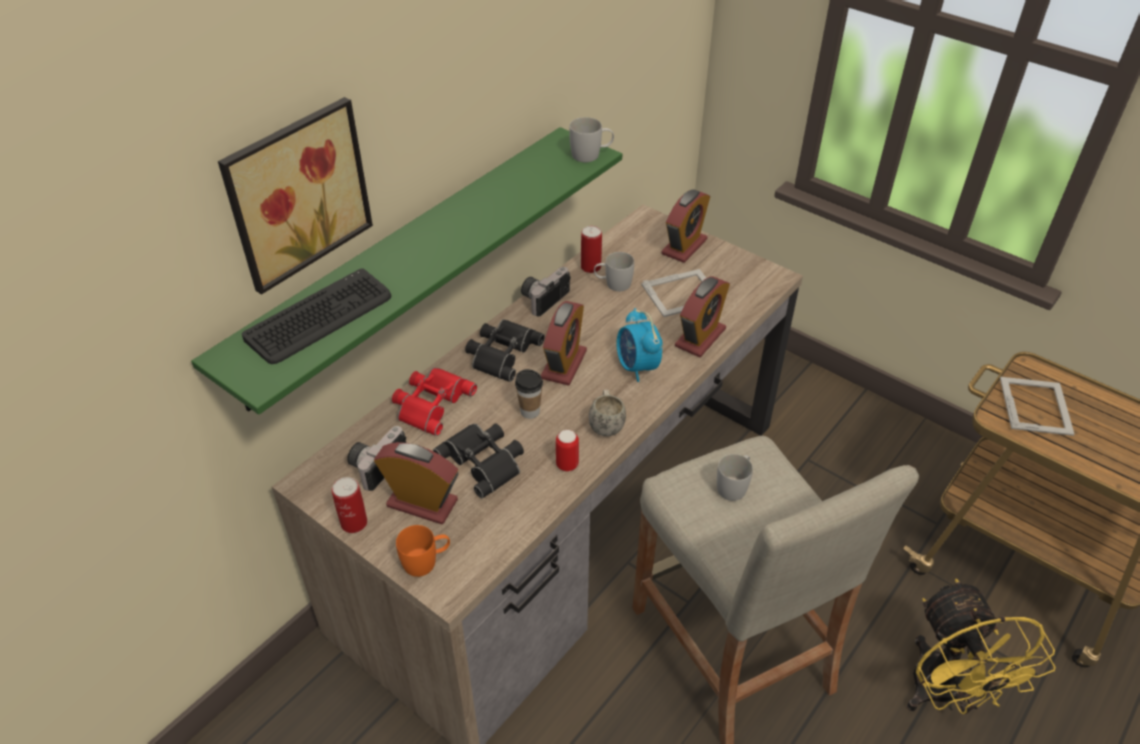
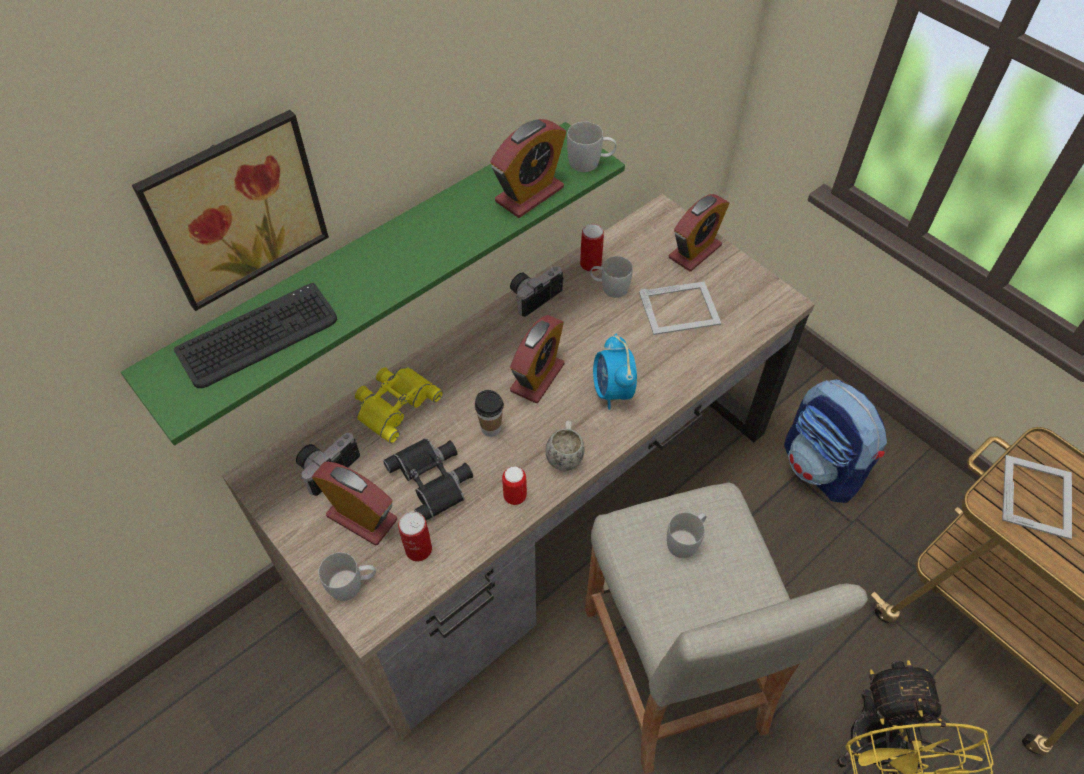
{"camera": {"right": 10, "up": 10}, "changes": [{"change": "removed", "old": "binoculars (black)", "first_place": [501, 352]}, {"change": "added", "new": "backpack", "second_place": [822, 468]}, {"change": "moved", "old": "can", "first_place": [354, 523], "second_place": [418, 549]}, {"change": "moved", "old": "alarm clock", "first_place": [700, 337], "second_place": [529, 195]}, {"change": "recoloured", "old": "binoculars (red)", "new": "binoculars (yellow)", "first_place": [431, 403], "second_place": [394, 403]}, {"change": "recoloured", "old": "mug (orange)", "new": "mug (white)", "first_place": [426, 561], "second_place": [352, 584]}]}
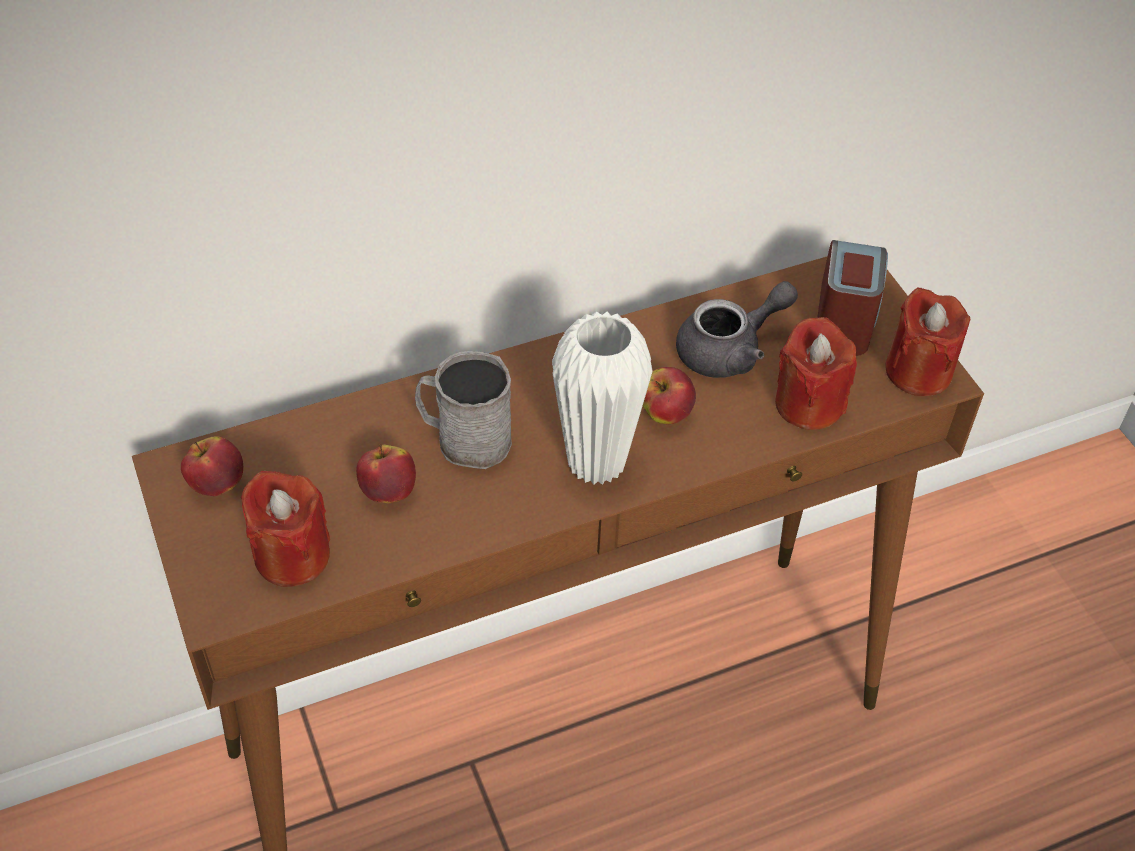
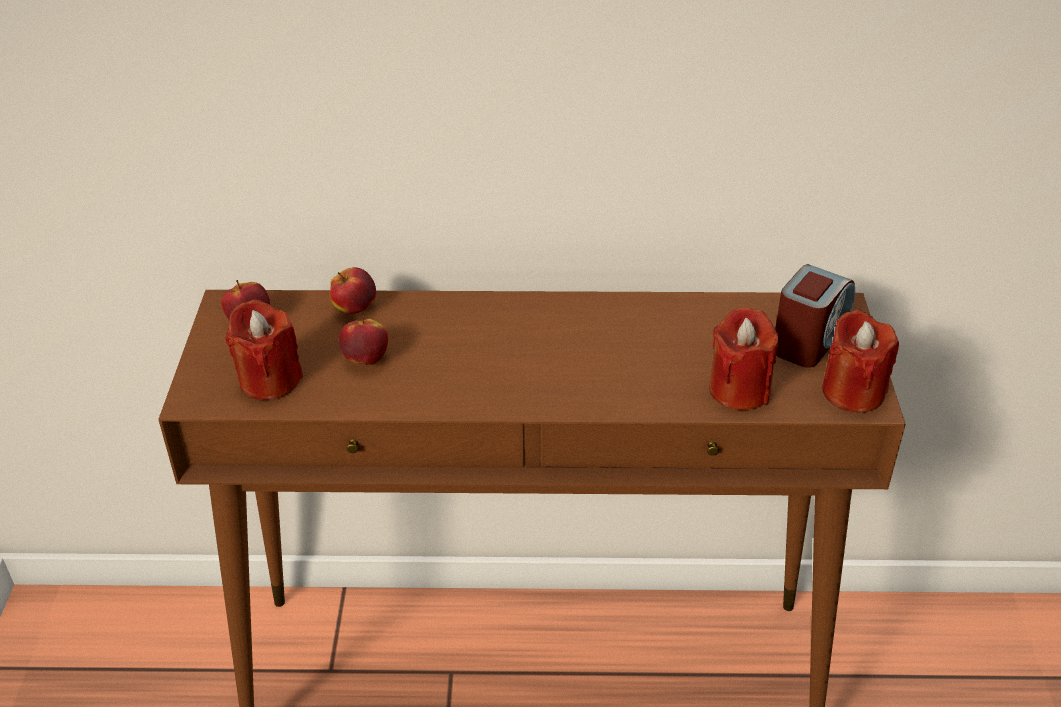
{"camera": {"right": 25, "up": -10}, "changes": [{"change": "removed", "old": "mug (grey)", "first_place": [464, 439]}, {"change": "removed", "old": "vase (white)", "first_place": [596, 462]}, {"change": "removed", "old": "teapot (grey)", "first_place": [730, 350]}, {"change": "moved", "old": "apple", "first_place": [666, 413], "second_place": [354, 308]}]}
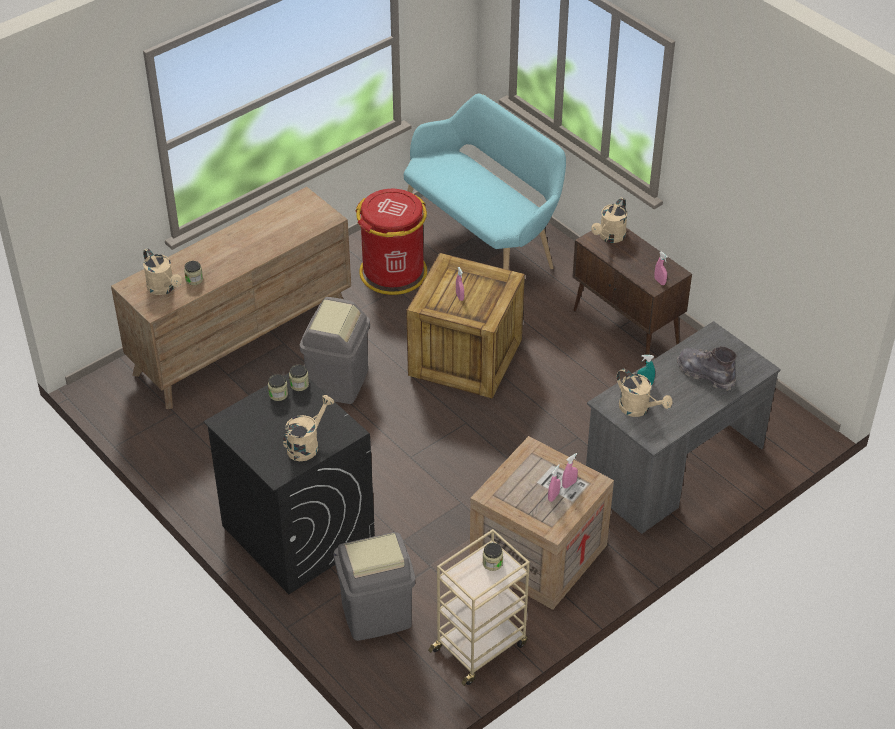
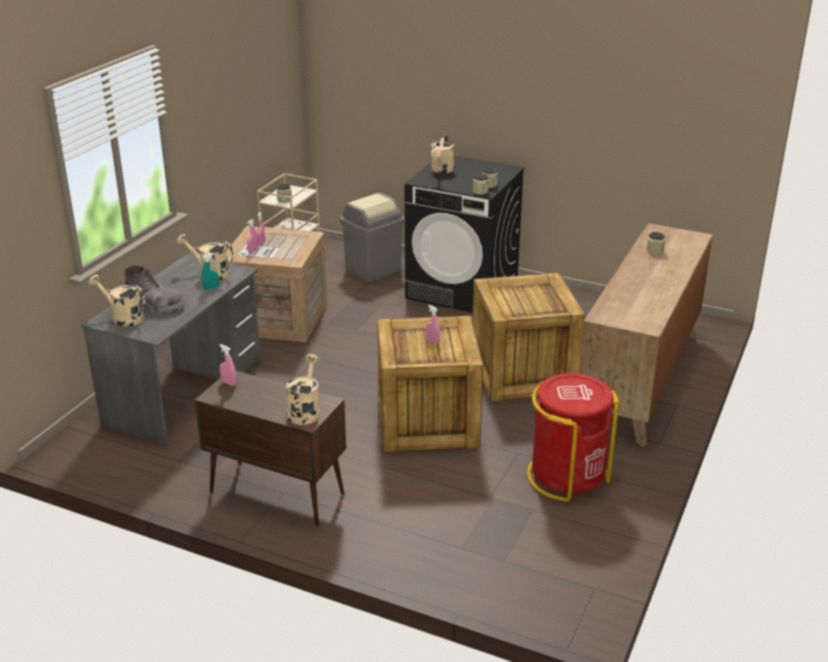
{"camera": {"right": 155, "up": -15}, "changes": [{"change": "removed", "old": "bench (turquoise)", "first_place": [483, 243]}, {"change": "moved", "old": "watering can (beige)", "first_place": [164, 288], "second_place": [123, 318]}, {"change": "replaced", "old": "trash can (grey)", "new": "crate", "first_place": [337, 382], "second_place": [525, 374]}]}
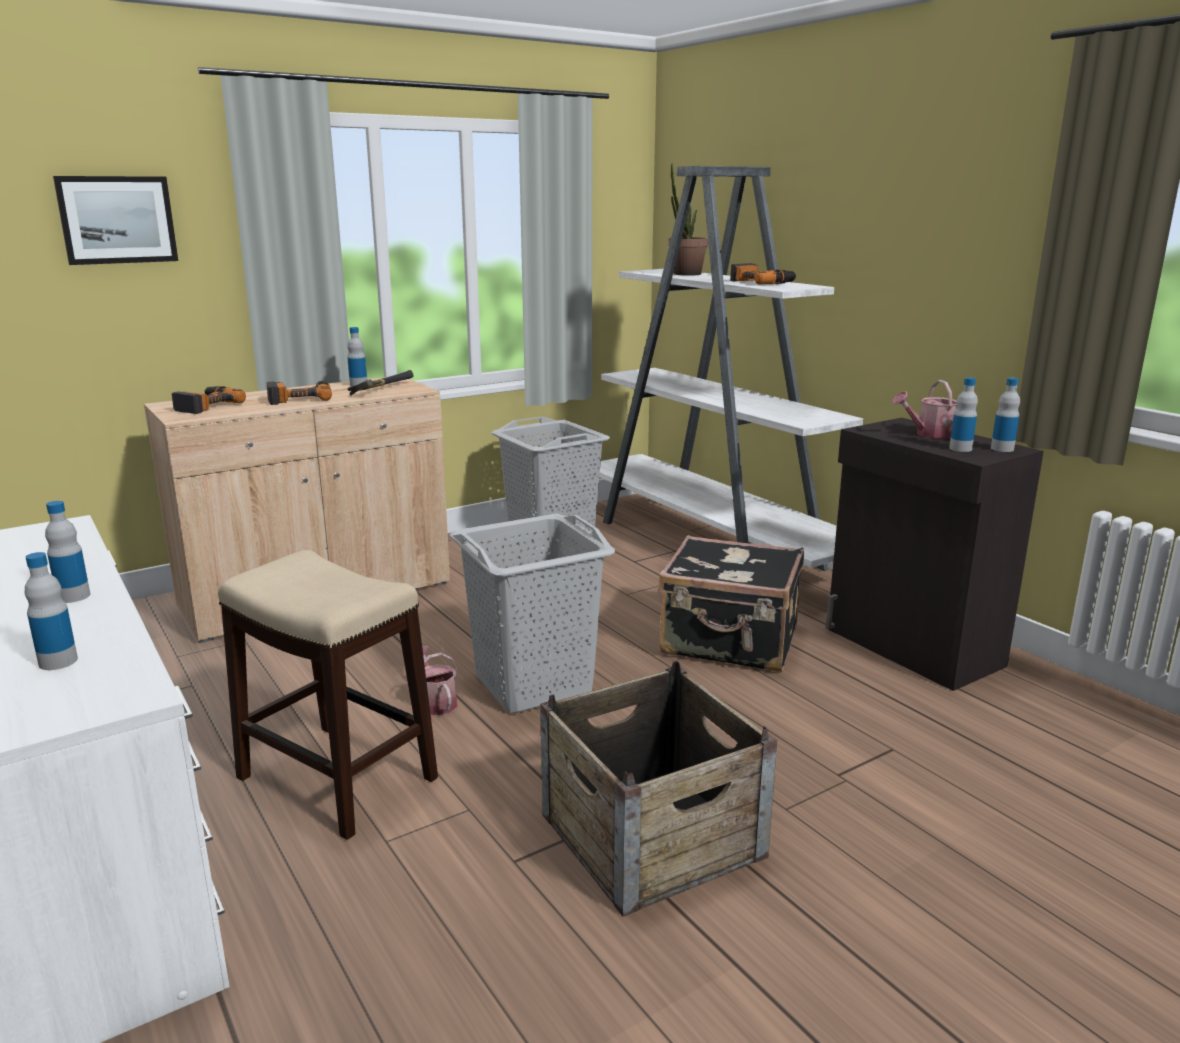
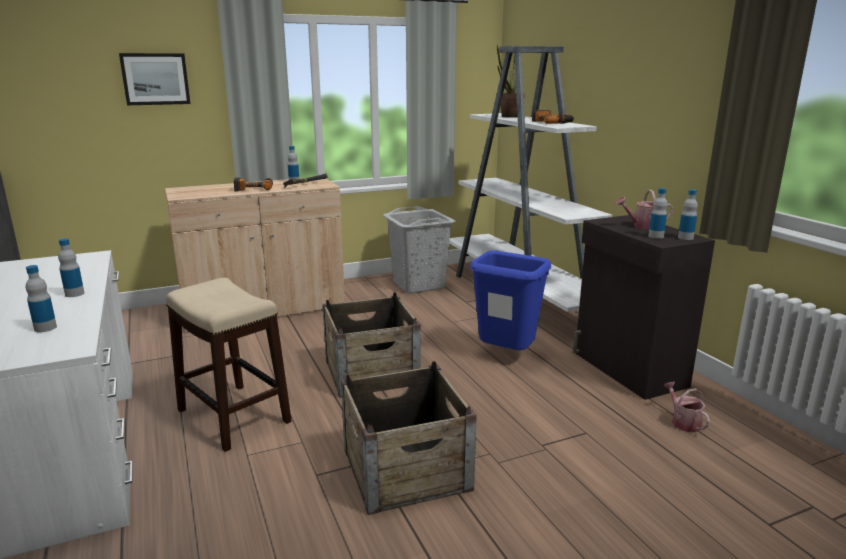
{"camera": {"right": 10, "up": 0}, "changes": [{"change": "removed", "old": "power drill", "first_place": [205, 406]}, {"change": "moved", "old": "watering can", "first_place": [436, 702], "second_place": [683, 422]}, {"change": "replaced", "old": "laundry basket (grey)", "new": "crate", "first_place": [535, 684], "second_place": [372, 372]}, {"change": "replaced", "old": "suitcase (black)", "new": "trash can (blue)", "first_place": [730, 642], "second_place": [506, 357]}]}
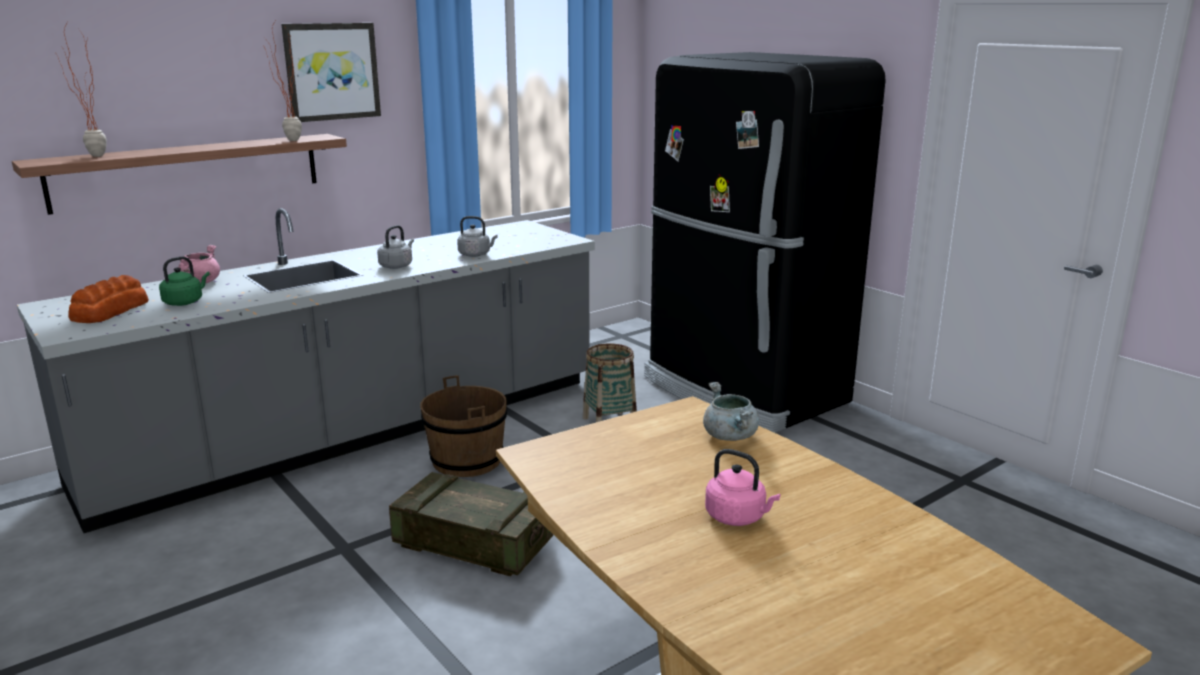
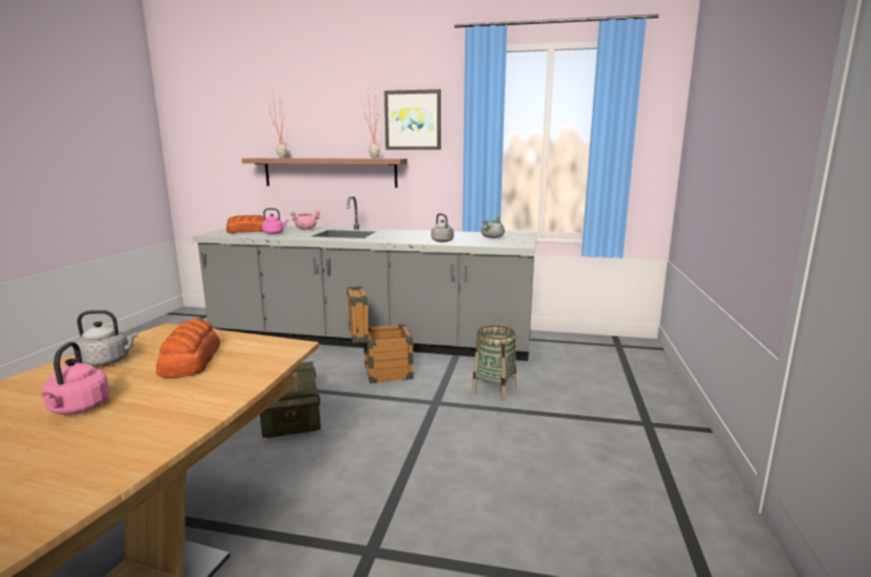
{"camera": {"right": 50, "up": -5}, "changes": [{"change": "removed", "old": "fridge (black)", "first_place": [743, 391]}, {"change": "added", "new": "bread", "second_place": [190, 360]}, {"change": "moved", "old": "kettle (grey)", "first_place": [397, 266], "second_place": [108, 361]}, {"change": "moved", "old": "cooking pot (grey)", "first_place": [730, 437], "second_place": [492, 238]}, {"change": "replaced", "old": "bucket (brown)", "new": "crate", "first_place": [466, 460], "second_place": [380, 373]}, {"change": "recoloured", "old": "kettle (green)", "new": "kettle (pink)", "first_place": [185, 302], "second_place": [274, 233]}]}
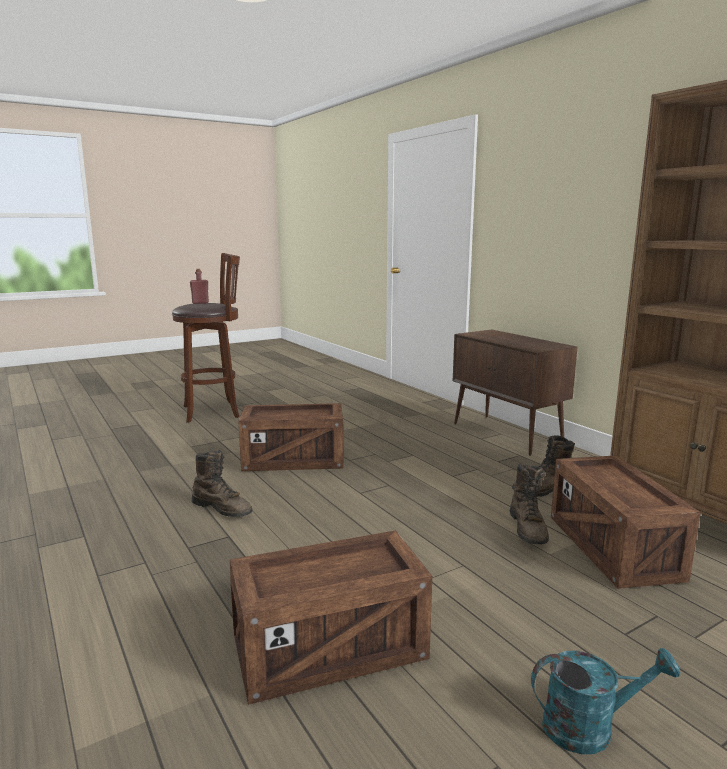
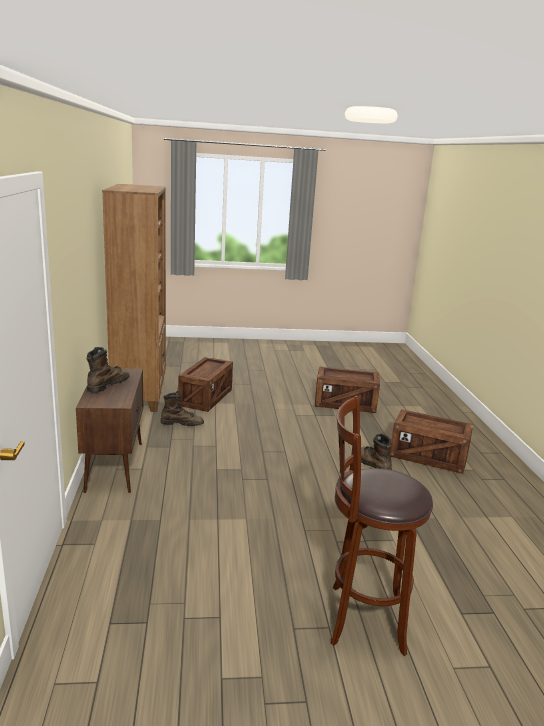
{"camera": {"right": -155, "up": 5}, "changes": [{"change": "removed", "old": "bottle (red)", "first_place": [200, 303]}, {"change": "removed", "old": "watering can (turquoise)", "first_place": [589, 727]}, {"change": "moved", "old": "crate", "first_place": [293, 460], "second_place": [427, 457]}, {"change": "moved", "old": "boot (brown)", "first_place": [528, 529], "second_place": [107, 385]}]}
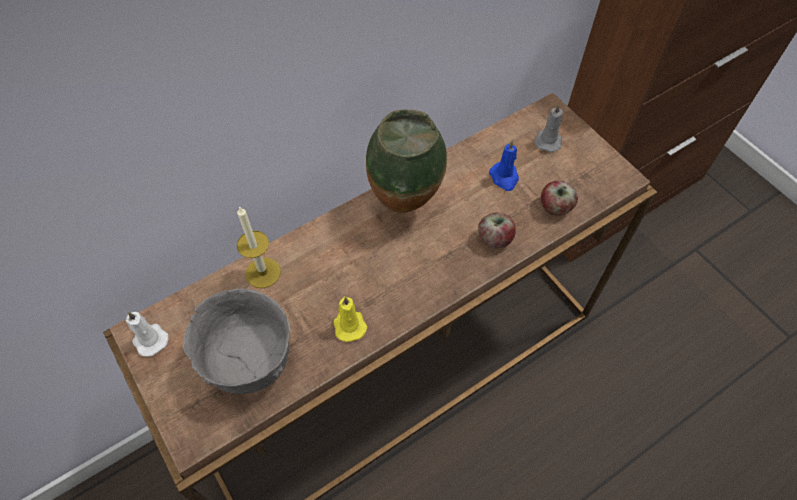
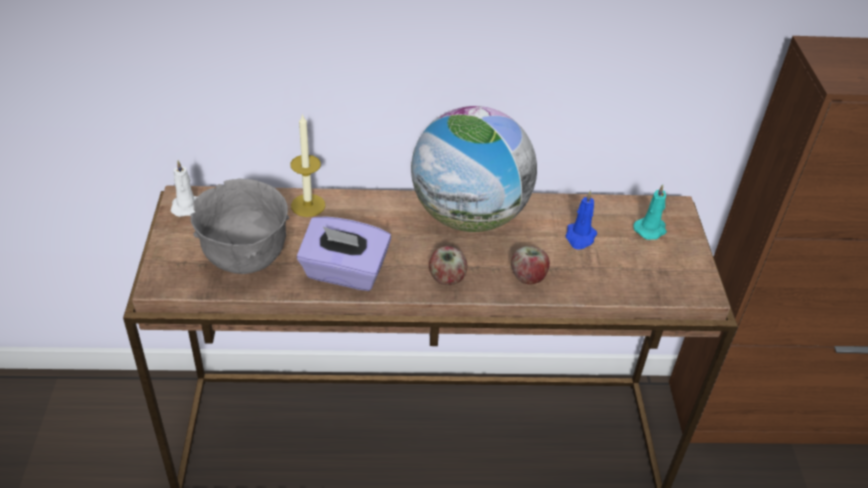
{"camera": {"right": 30, "up": -15}, "changes": [{"change": "moved", "old": "apple", "first_place": [555, 208], "second_place": [446, 278]}, {"change": "replaced", "old": "candle (yellow)", "new": "tissue box (purple)", "first_place": [349, 324], "second_place": [344, 273]}, {"change": "replaced", "old": "vase", "new": "globe", "first_place": [406, 205], "second_place": [469, 216]}, {"change": "recoloured", "old": "candle (grey)", "new": "candle (turquoise)", "first_place": [548, 140], "second_place": [650, 229]}]}
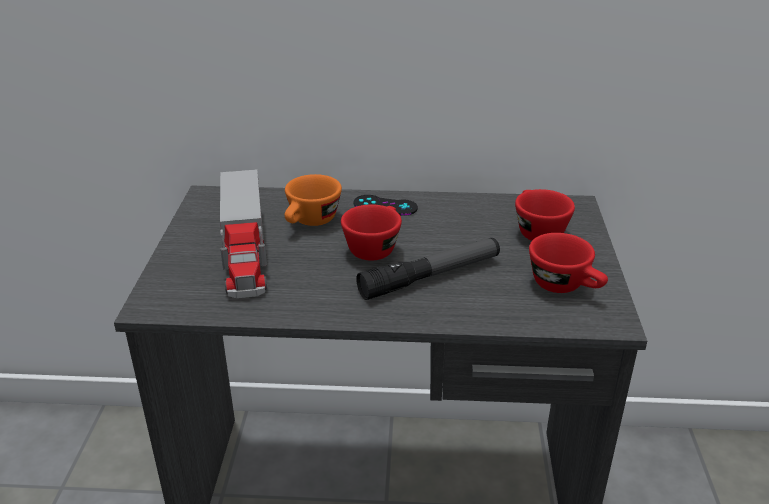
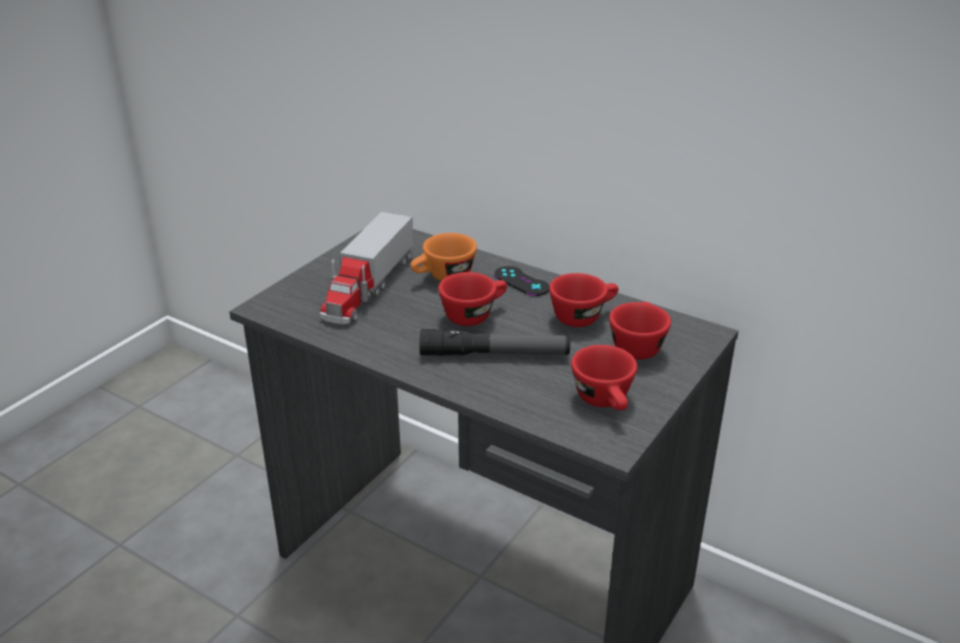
{"camera": {"right": 30, "up": 0}, "changes": [{"change": "added", "new": "cup (red)", "second_place": [583, 316]}]}
